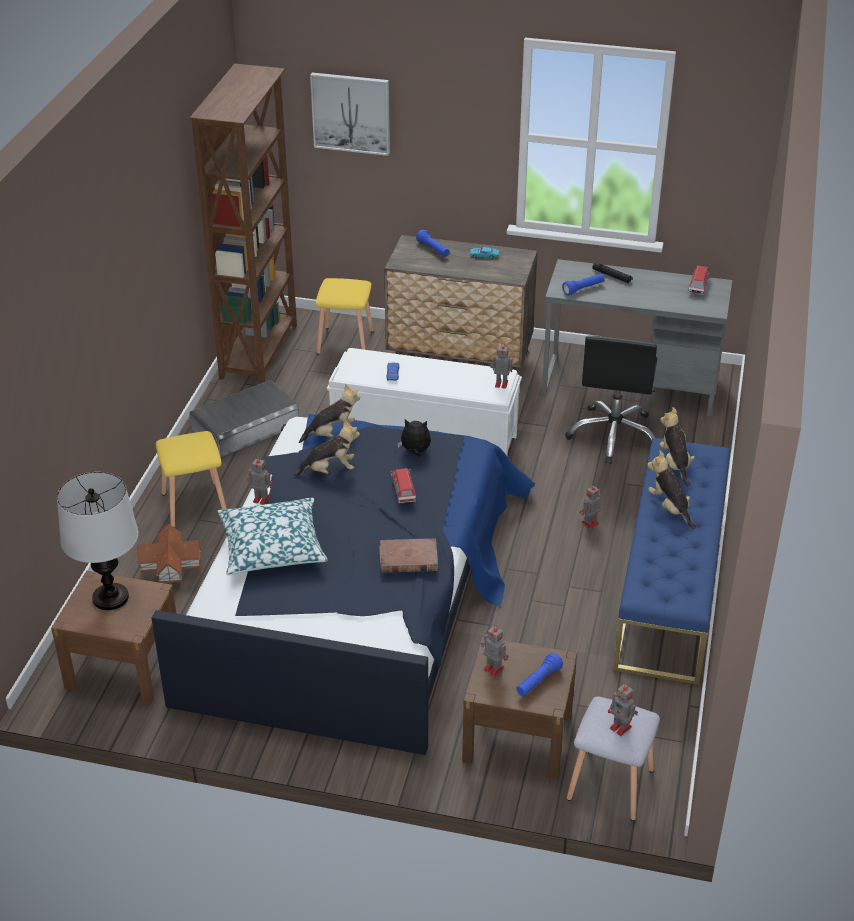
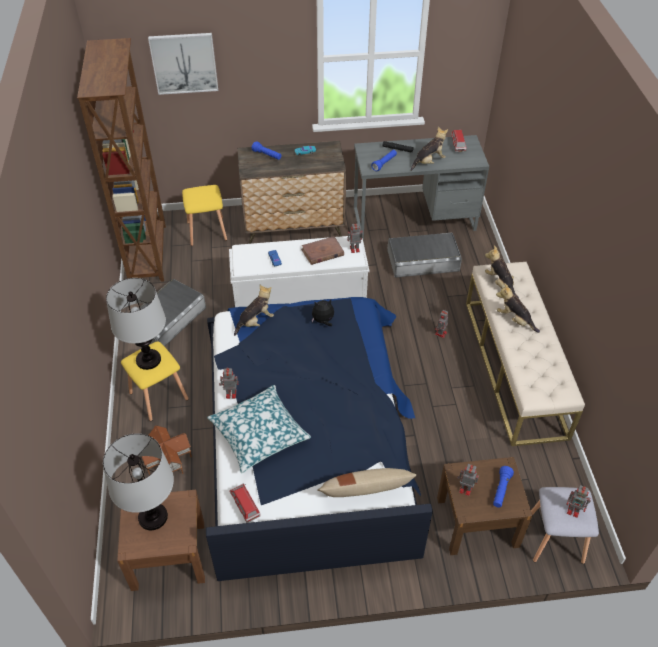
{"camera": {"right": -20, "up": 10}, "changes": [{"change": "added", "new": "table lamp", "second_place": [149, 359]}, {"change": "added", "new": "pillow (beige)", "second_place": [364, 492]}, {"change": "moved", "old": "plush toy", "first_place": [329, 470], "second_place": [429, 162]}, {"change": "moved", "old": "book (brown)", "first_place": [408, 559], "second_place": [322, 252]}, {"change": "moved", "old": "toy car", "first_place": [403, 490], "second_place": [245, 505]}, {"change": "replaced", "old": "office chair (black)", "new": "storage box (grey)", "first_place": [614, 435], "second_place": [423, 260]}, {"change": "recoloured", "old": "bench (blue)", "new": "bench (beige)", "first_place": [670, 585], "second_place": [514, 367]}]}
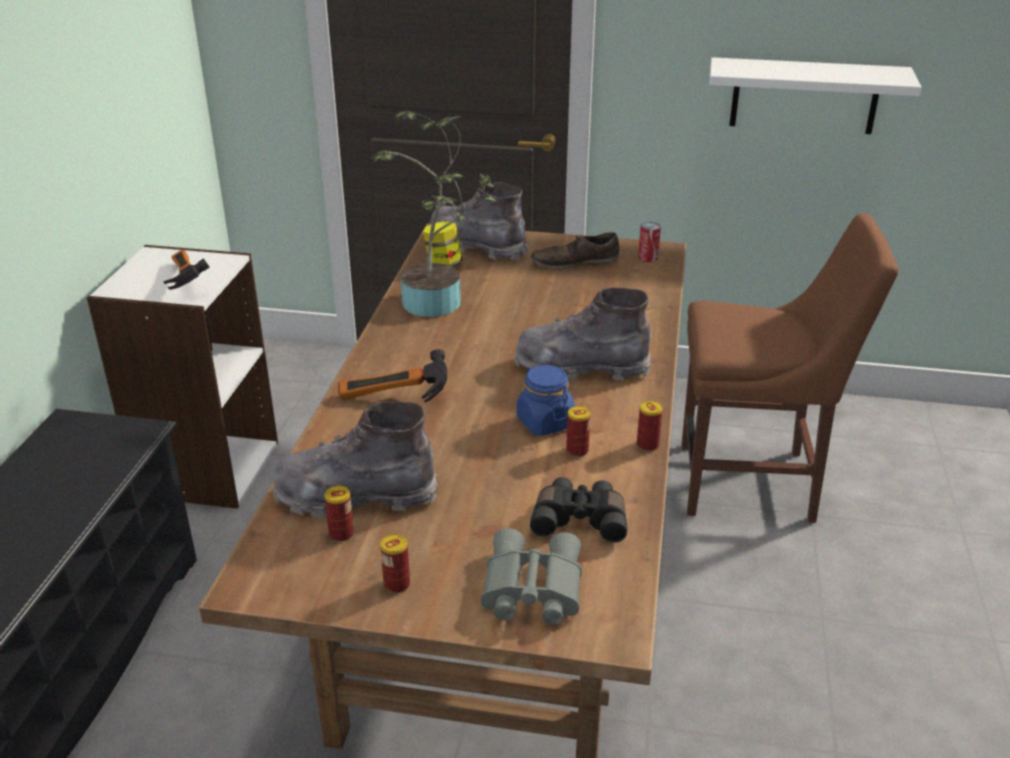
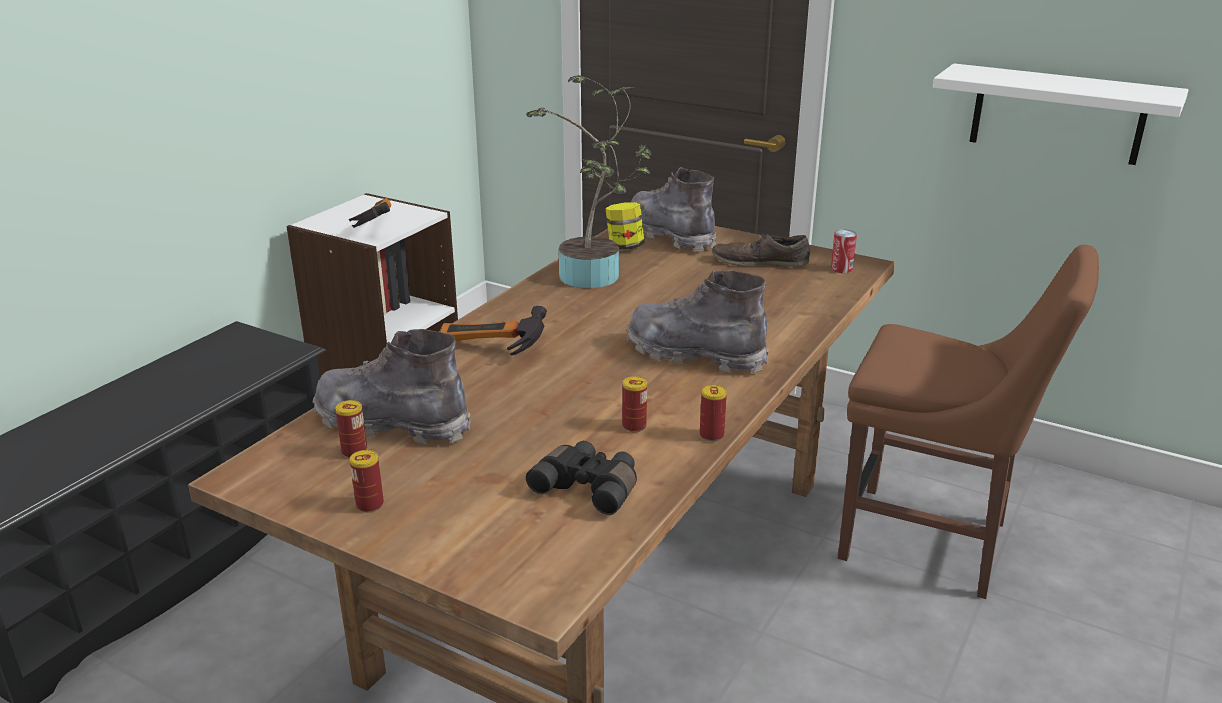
{"camera": {"right": 20, "up": -5}, "changes": [{"change": "removed", "old": "binoculars (grey)", "first_place": [530, 589]}, {"change": "removed", "old": "jar (blue)", "first_place": [545, 422]}]}
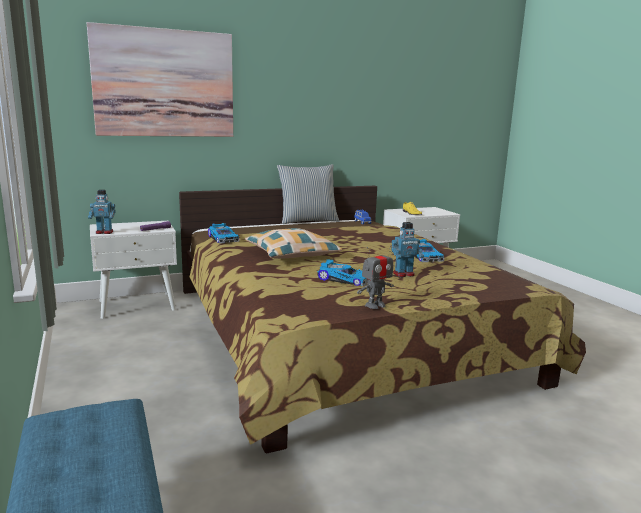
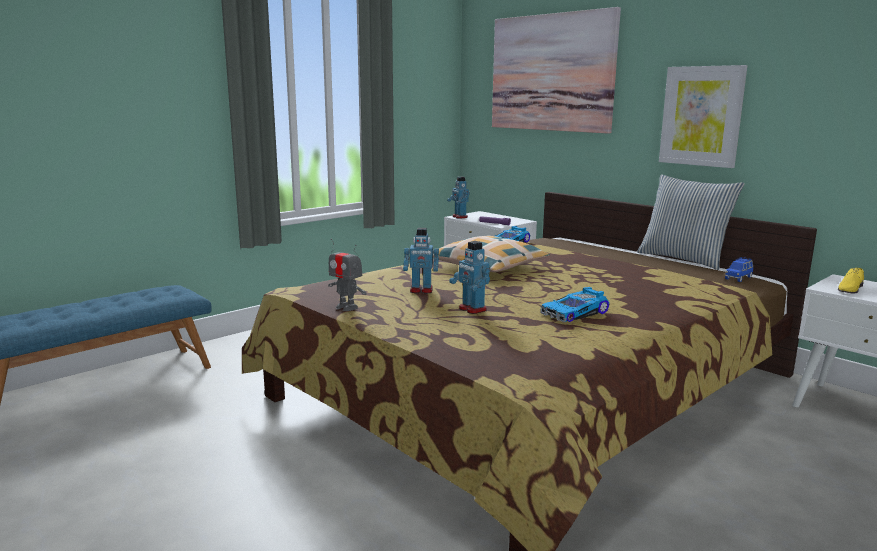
{"camera": {"right": 70, "up": 0}, "changes": [{"change": "added", "new": "picture", "second_place": [701, 116]}, {"change": "replaced", "old": "toy car", "new": "toy robot", "first_place": [344, 279], "second_place": [421, 290]}]}
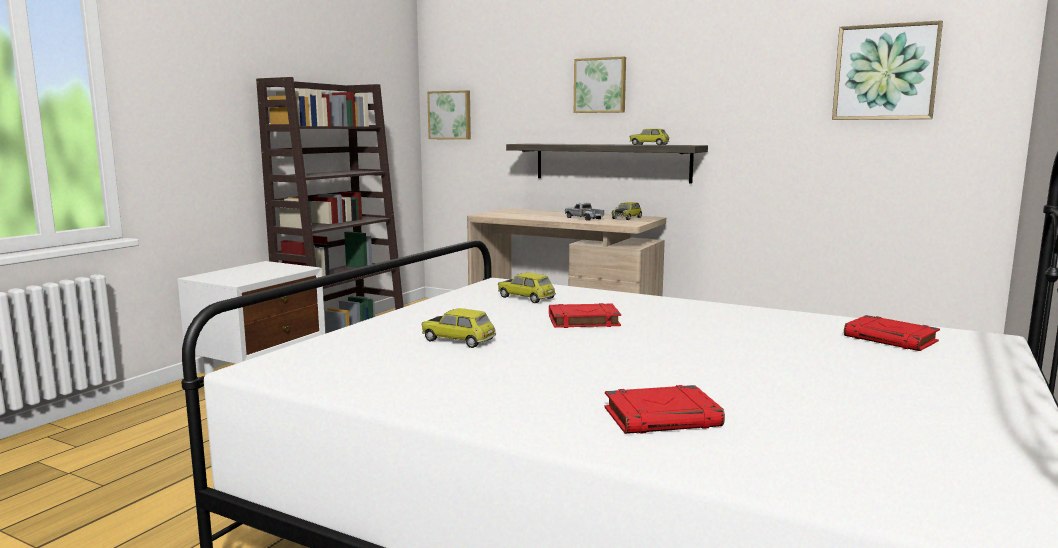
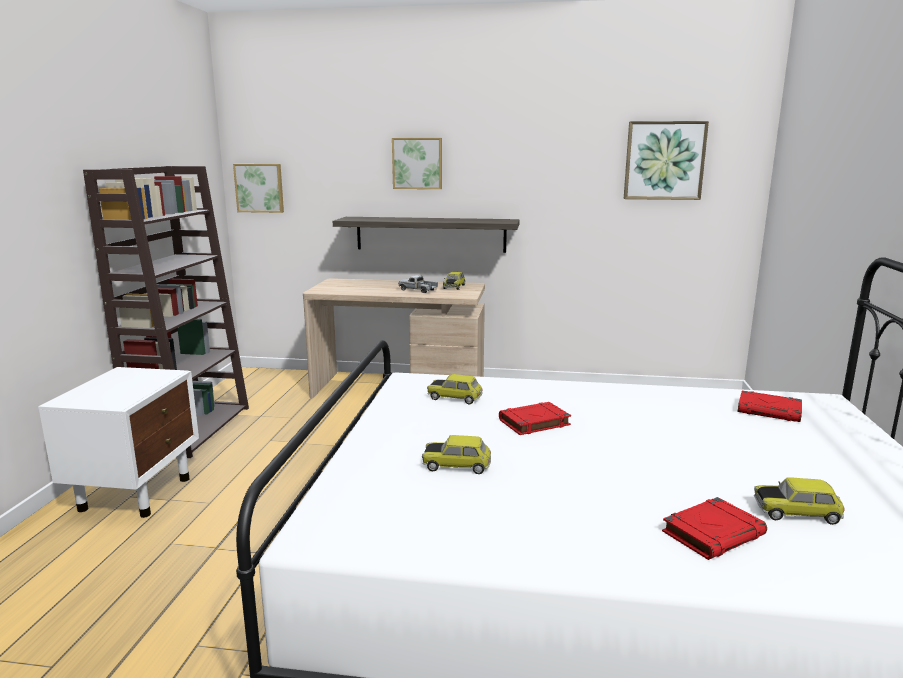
{"camera": {"right": -20, "up": 5}, "changes": [{"change": "moved", "old": "toy car", "first_place": [649, 145], "second_place": [796, 512]}]}
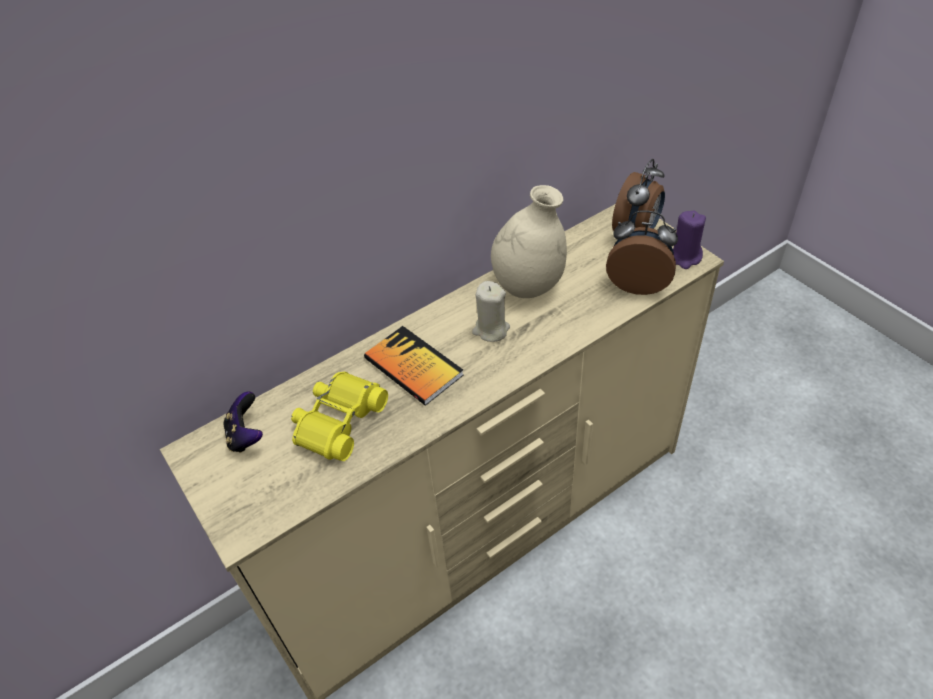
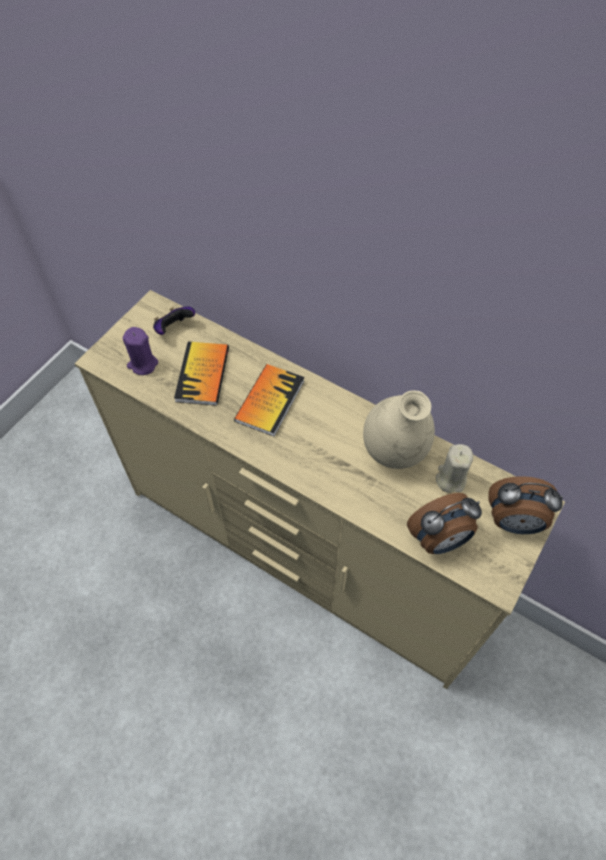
{"camera": {"right": 65, "up": 10}, "changes": [{"change": "moved", "old": "candle (beige)", "first_place": [491, 330], "second_place": [450, 479]}, {"change": "moved", "old": "candle (purple)", "first_place": [685, 257], "second_place": [143, 364]}, {"change": "replaced", "old": "binoculars (yellow)", "new": "book", "first_place": [338, 421], "second_place": [202, 374]}, {"change": "turned", "old": "alarm clock", "first_place": [638, 283], "second_place": [439, 540], "degrees": 75}]}
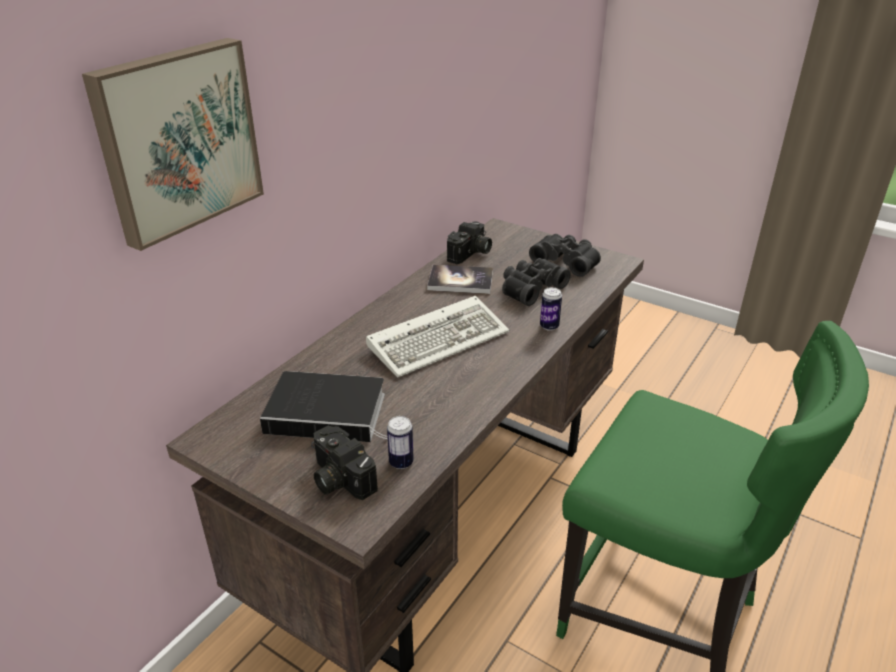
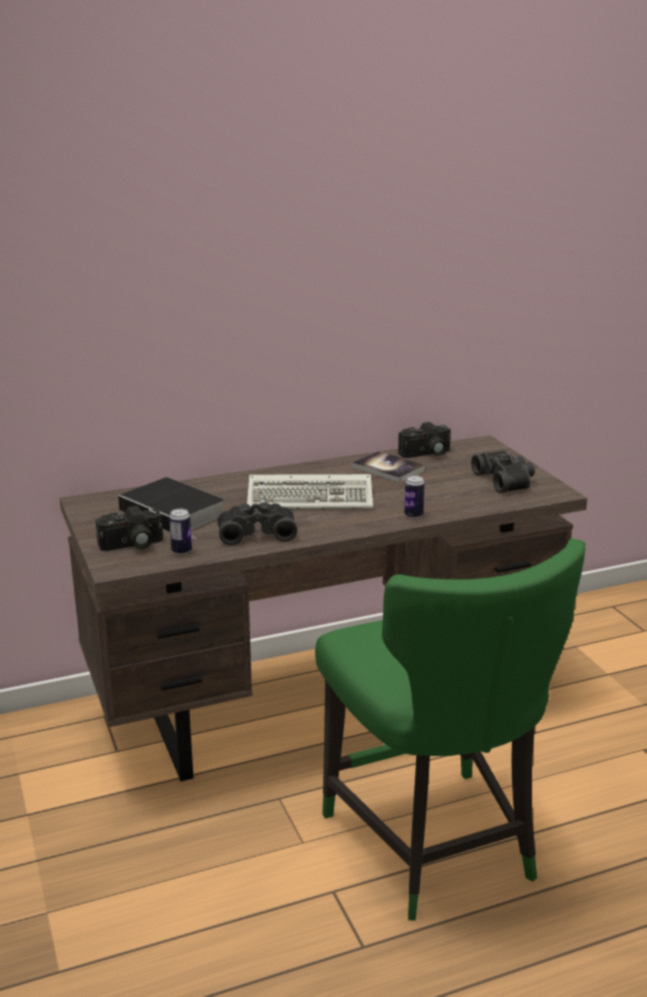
{"camera": {"right": 35, "up": -10}, "changes": [{"change": "removed", "old": "picture", "first_place": [177, 140]}, {"change": "moved", "old": "binoculars (black)", "first_place": [530, 288], "second_place": [256, 532]}, {"change": "turned", "old": "photo camera", "first_place": [338, 478], "second_place": [132, 545], "degrees": -105}]}
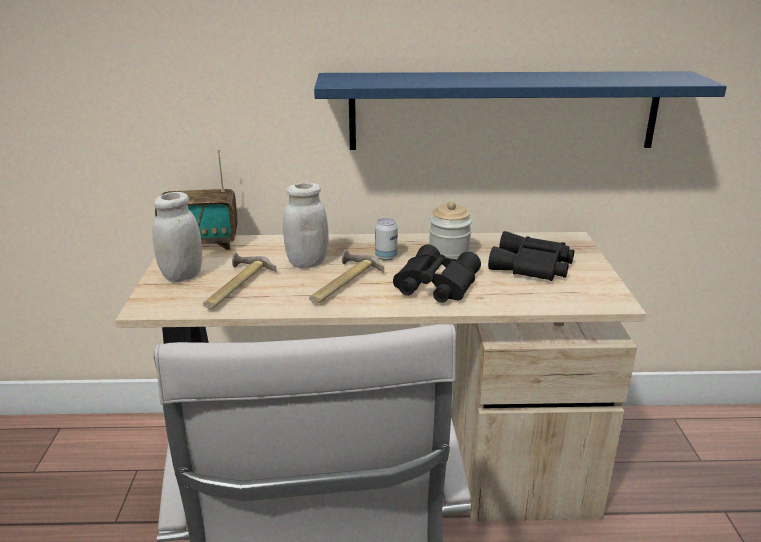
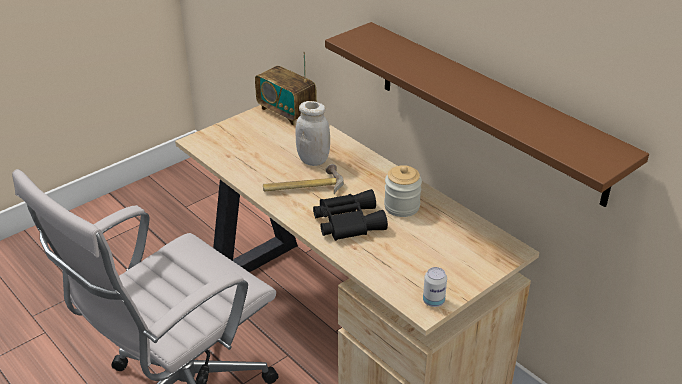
{"camera": {"right": 50, "up": 10}, "changes": [{"change": "removed", "old": "jar (white)", "first_place": [182, 276]}, {"change": "removed", "old": "hammer", "first_place": [234, 286]}, {"change": "removed", "old": "binoculars (black)", "first_place": [532, 267]}, {"change": "moved", "old": "can", "first_place": [386, 257], "second_place": [433, 301]}, {"change": "recoloured", "old": "shelf (blue)", "new": "shelf (brown)", "first_place": [503, 110], "second_place": [488, 110]}]}
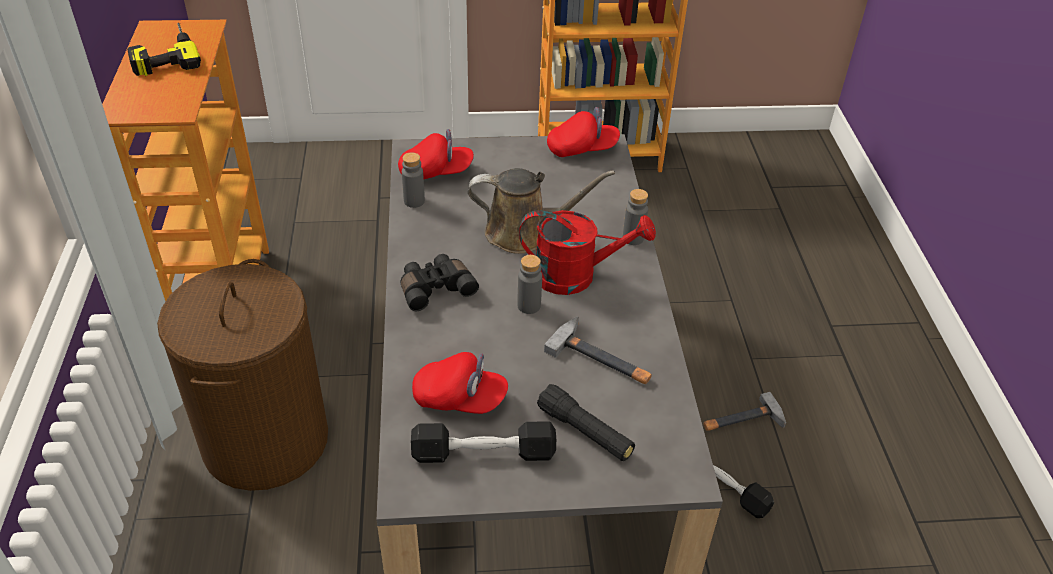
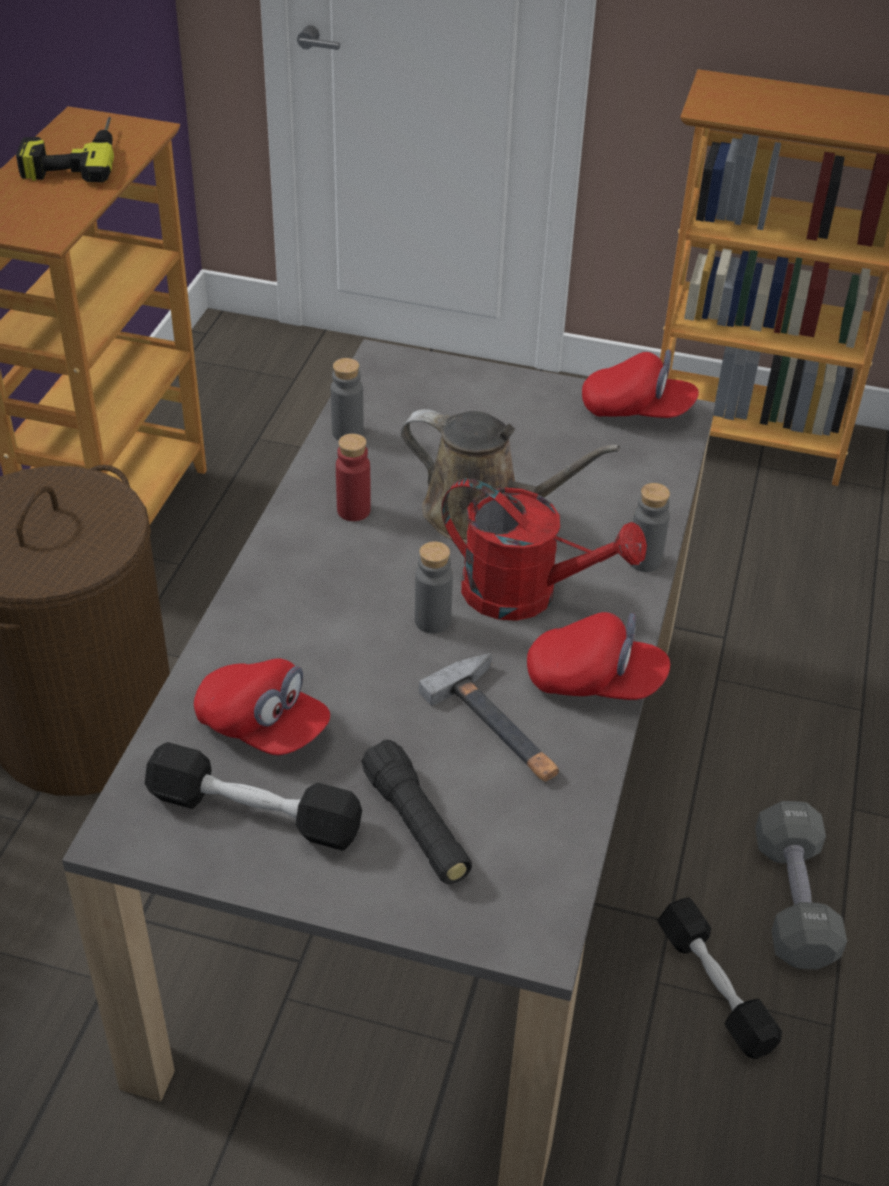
{"camera": {"right": 20, "up": 0}, "changes": [{"change": "removed", "old": "binoculars (black)", "first_place": [435, 288]}, {"change": "added", "new": "bottle (red)", "second_place": [353, 510]}, {"change": "moved", "old": "cap (red)", "first_place": [436, 172], "second_place": [595, 681]}, {"change": "replaced", "old": "hammer", "new": "dumbbell (grey)", "first_place": [742, 421], "second_place": [793, 901]}]}
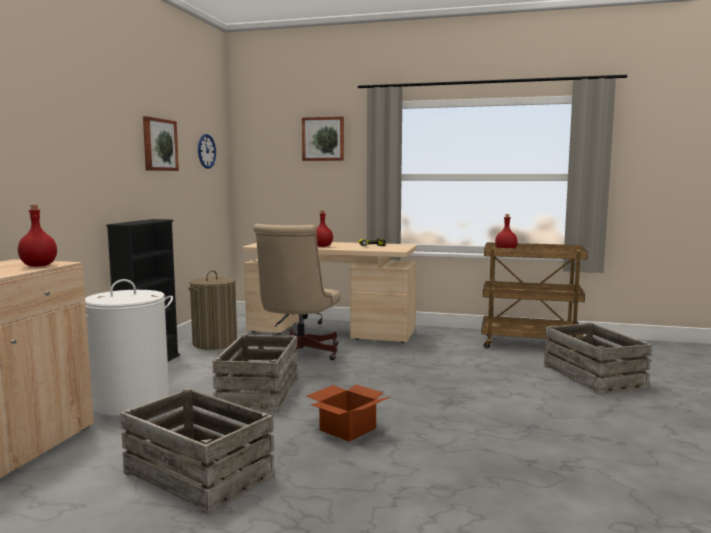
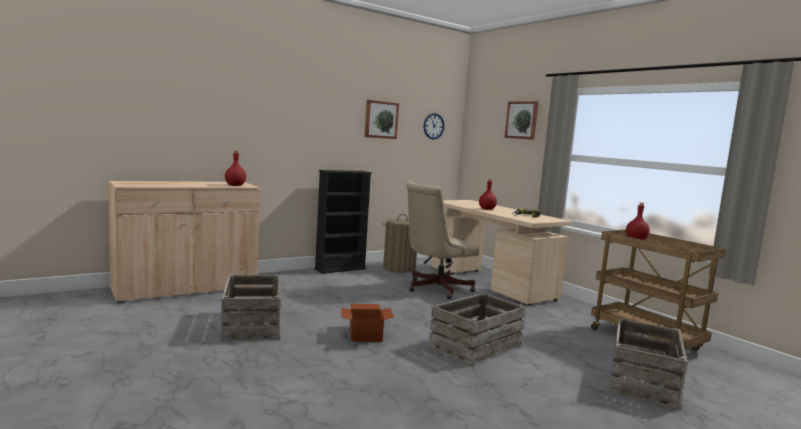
{"camera": {"right": 40, "up": 0}, "changes": [{"change": "removed", "old": "laundry basket (white)", "first_place": [131, 401]}, {"change": "moved", "old": "crate", "first_place": [258, 392], "second_place": [475, 345]}]}
